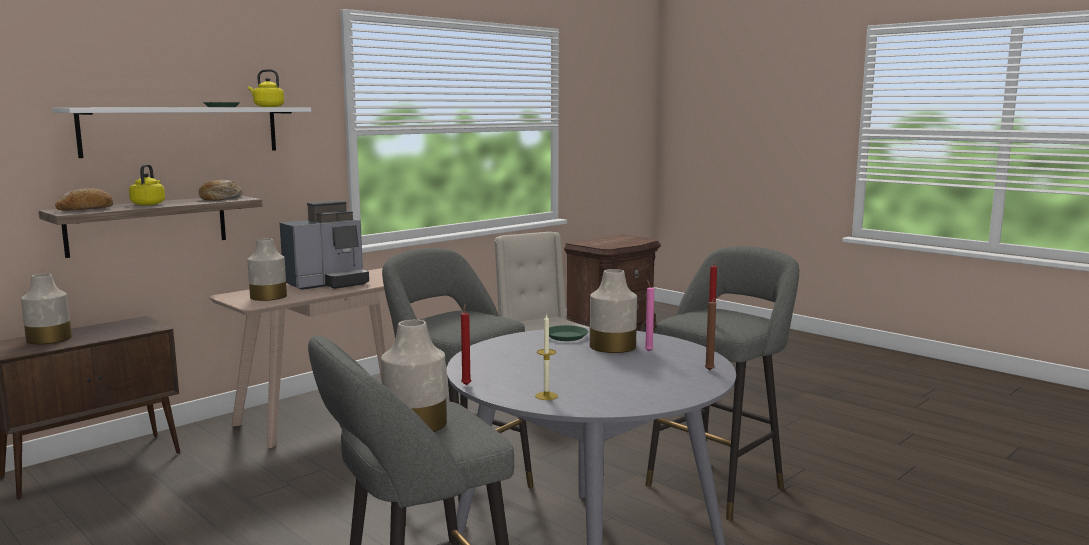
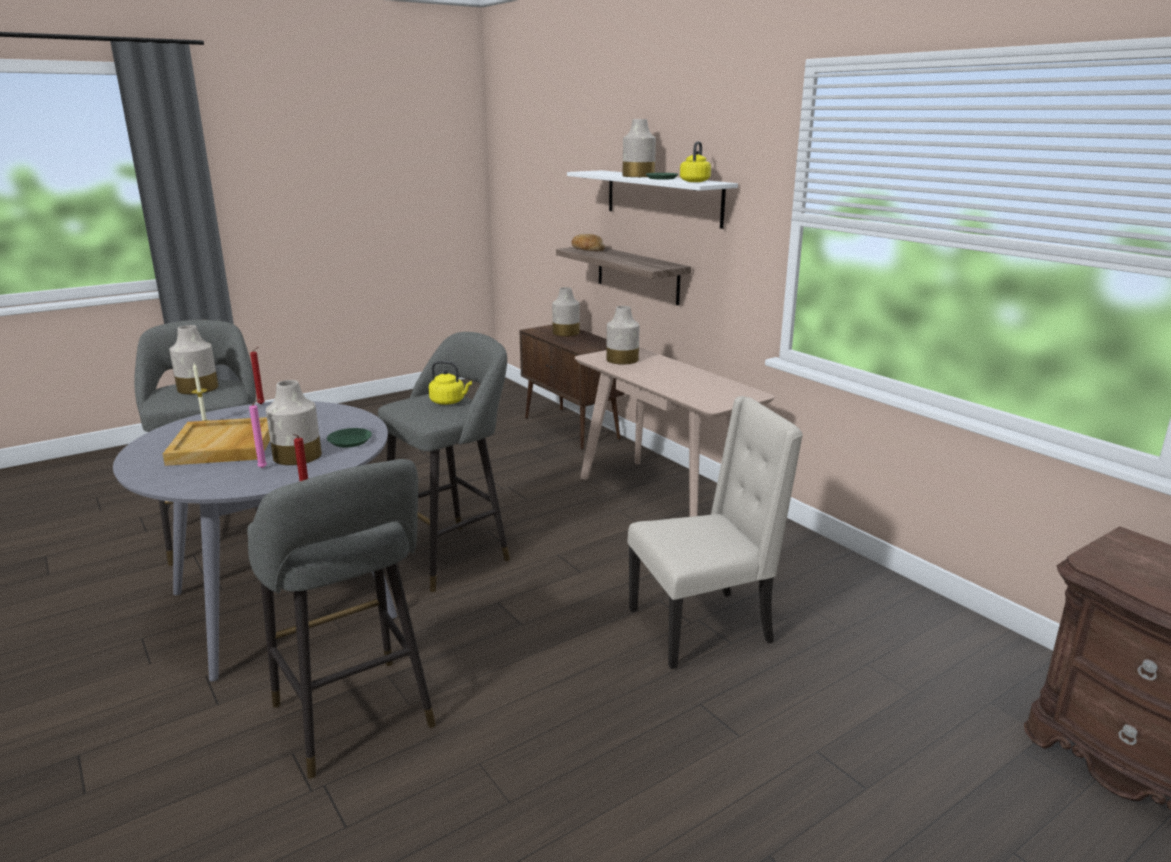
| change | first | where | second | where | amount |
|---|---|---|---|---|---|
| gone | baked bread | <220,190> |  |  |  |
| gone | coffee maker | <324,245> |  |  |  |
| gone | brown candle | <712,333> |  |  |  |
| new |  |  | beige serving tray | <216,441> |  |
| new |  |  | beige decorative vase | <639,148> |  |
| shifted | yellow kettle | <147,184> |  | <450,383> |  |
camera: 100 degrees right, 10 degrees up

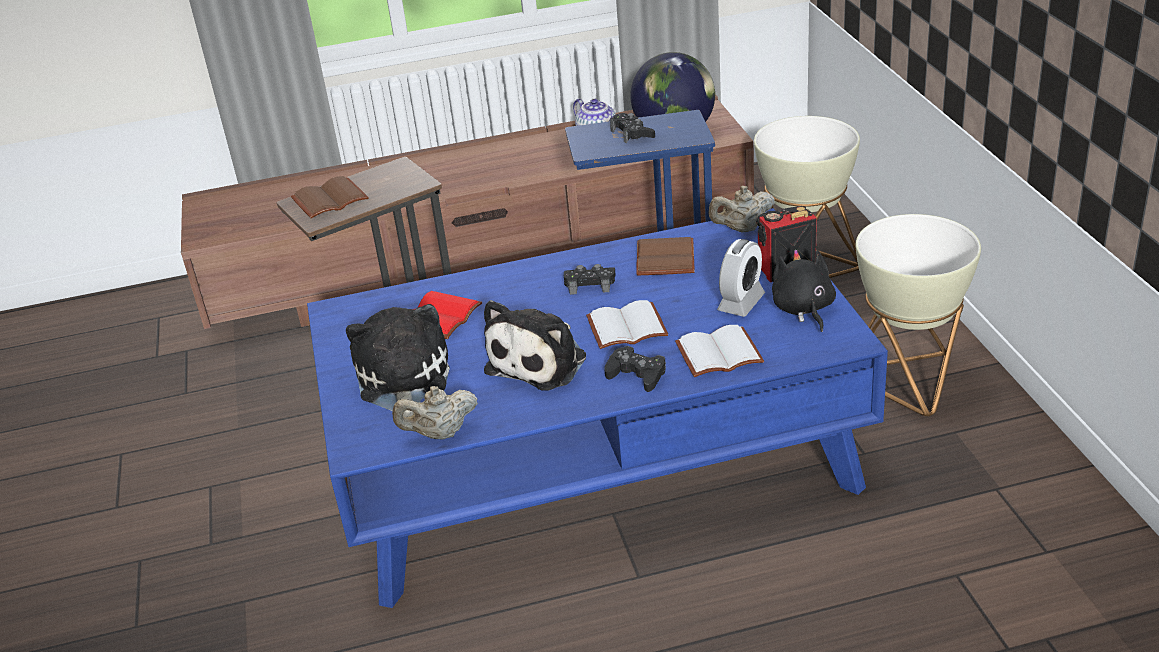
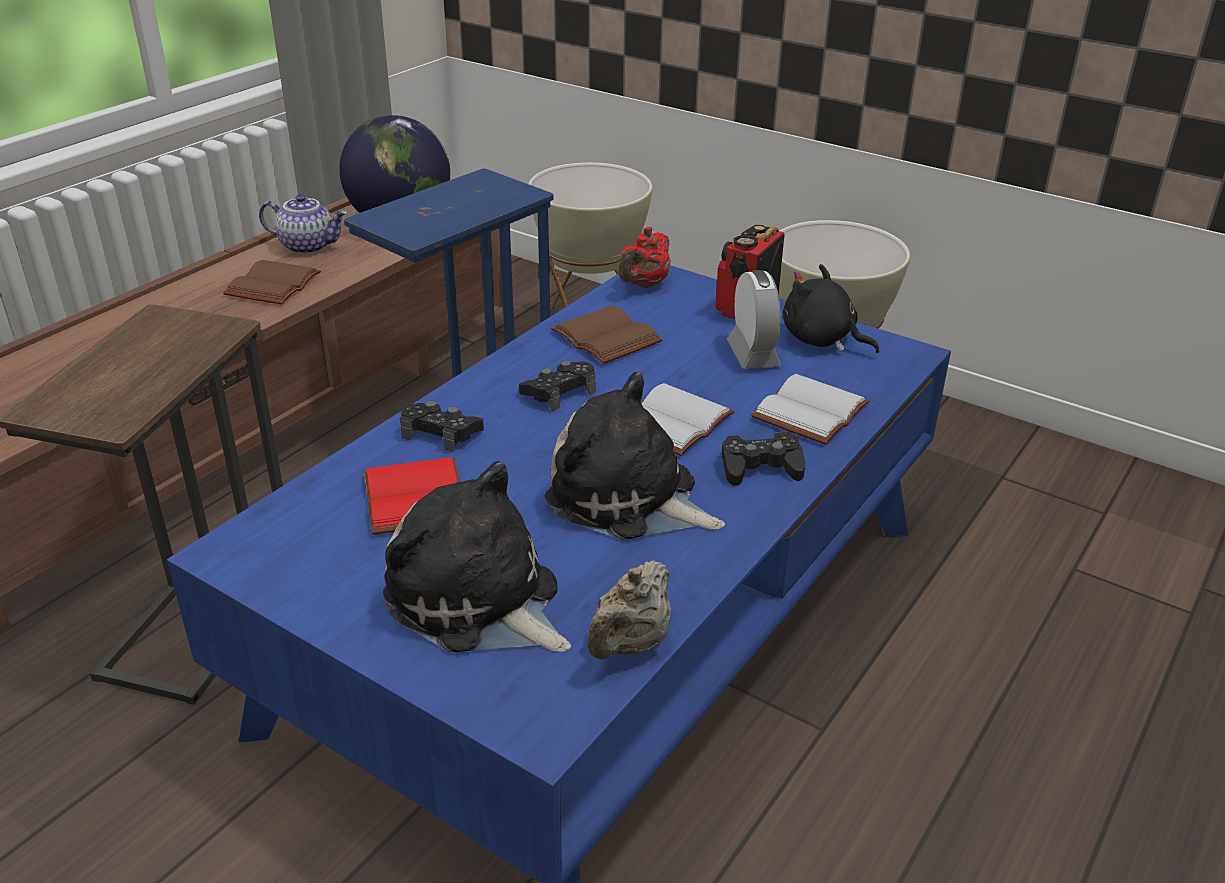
| change | first | where | second | where | amount |
|---|---|---|---|---|---|
| shifted | brown volume | <330,197> |  | <272,282> |  |
| shifted | black gamepad | <632,128> |  | <442,426> |  |
| repainted | beige pot for tea | <741,209> | reddish pot for tea | <644,257> |  |
| rotated | soft toy | <535,345> |  | <635,456> | 135 degrees clockwise |
camera: 45 degrees left, 0 degrees up

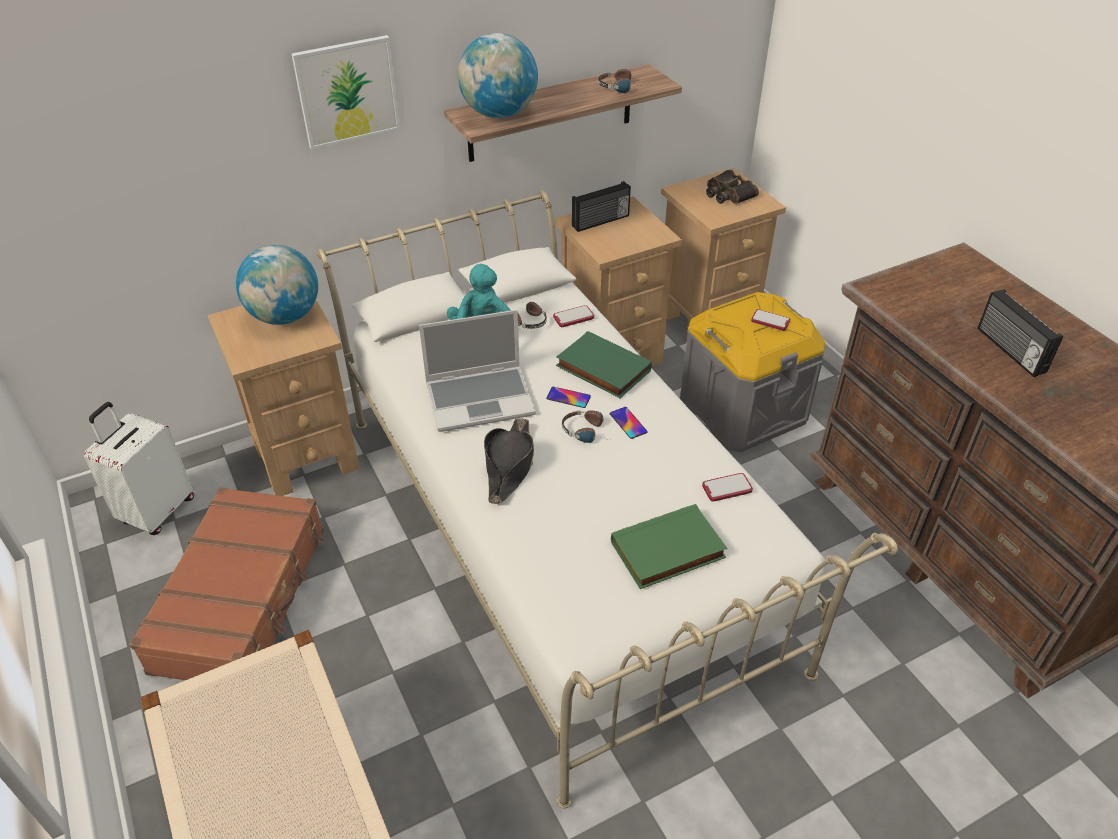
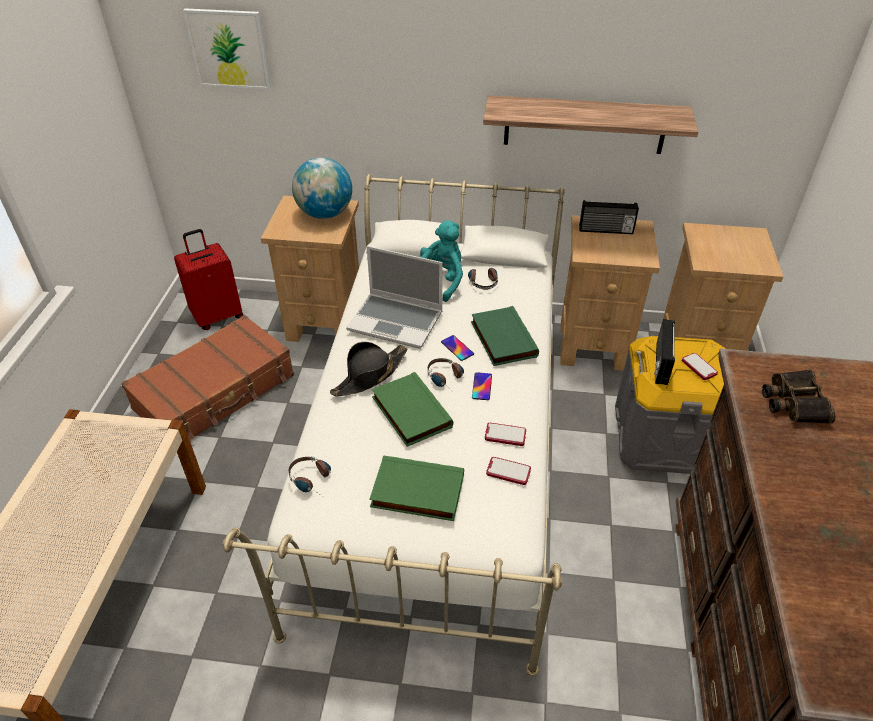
| change | first | where | second | where | amount |
|---|---|---|---|---|---|
| gone | globe | <498,75> |  |  |  |
| new |  |  | greenish volume | <412,409> |  |
| shifted | picture | <346,92> |  | <227,48> |  |
| shifted | handset | <573,316> |  | <505,434> |  |
| shifted | headphones | <621,81> |  | <310,477> |  |
| shifted | pair of binoculars | <732,187> |  | <799,396> |  |
| shifted | radio | <1020,333> |  | <664,352> |  |
| repainted | whitish piece of luggage | <139,468> | reddish piece of luggage | <208,279> |  |
camera: 35 degrees right, 0 degrees up

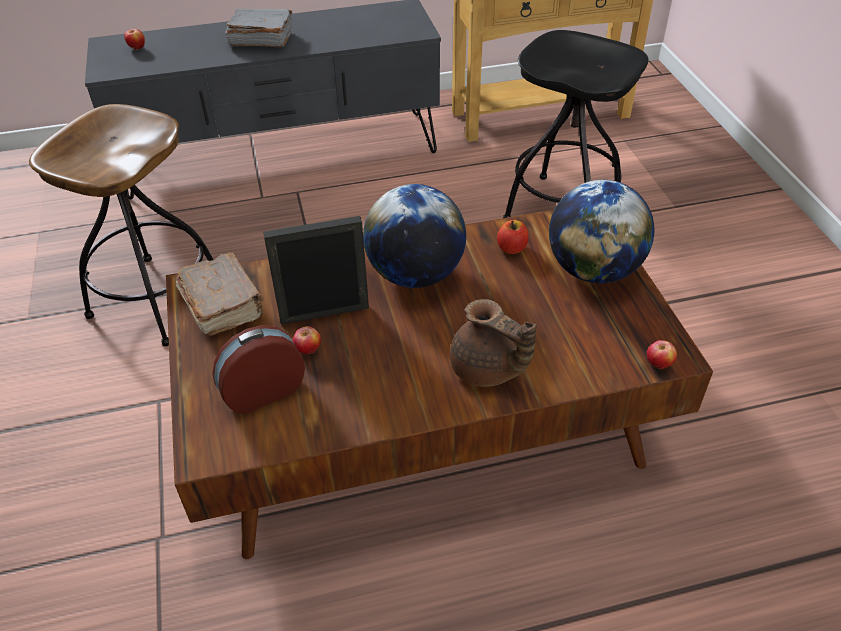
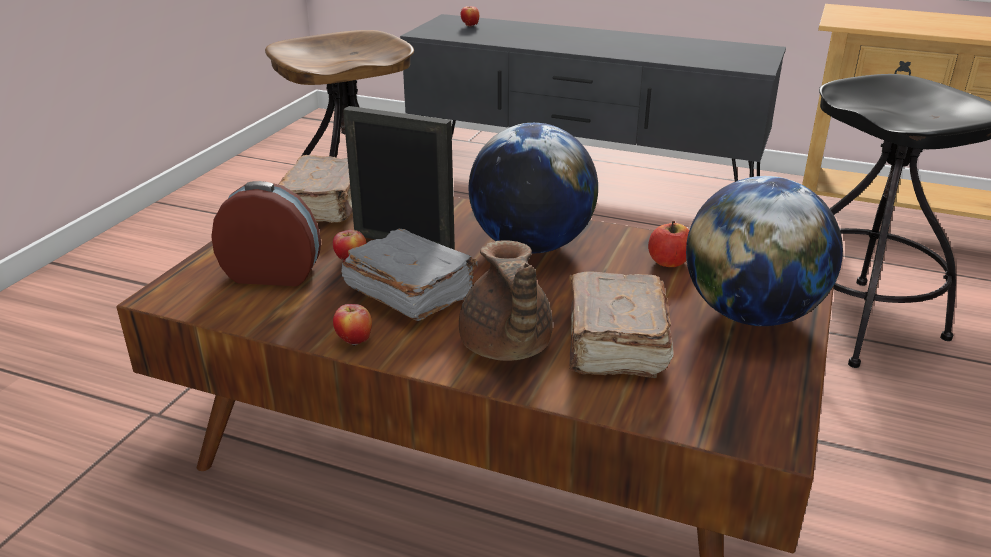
| change | first | where | second | where | amount |
|---|---|---|---|---|---|
| new |  |  | brown volume | <621,324> |  |
| shifted | gray volume | <259,27> |  | <409,274> |  |
| shifted | apple | <662,354> |  | <352,325> |  |
camera: 35 degrees right, 15 degrees down

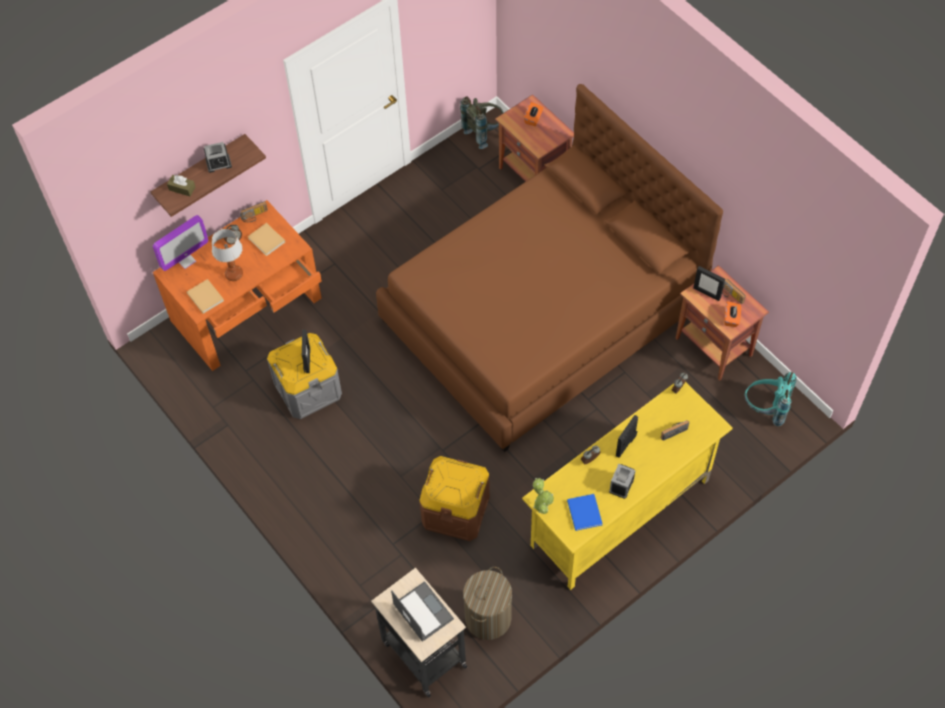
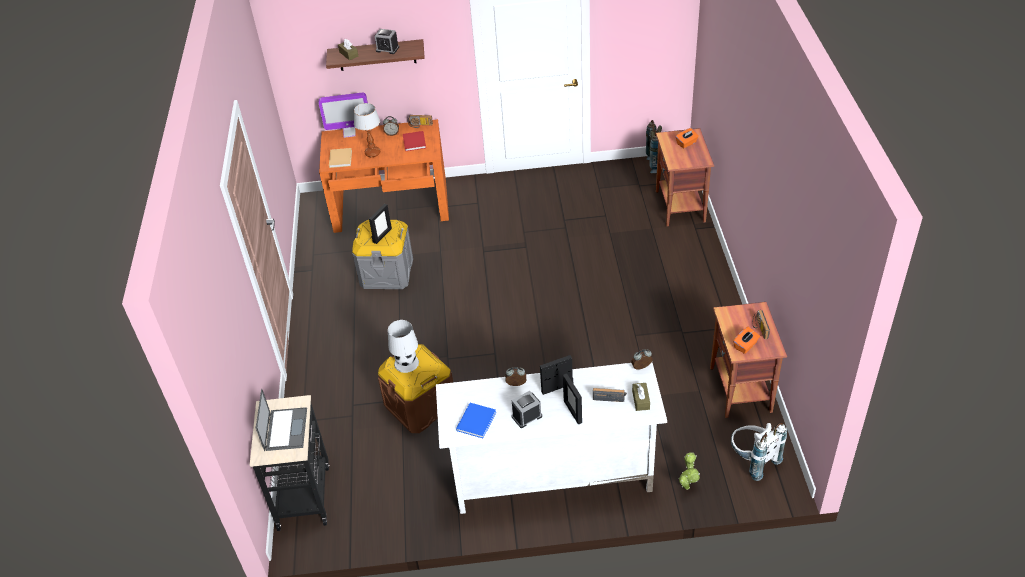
| change | first | where | second | where | amount |
|---|---|---|---|---|---|
| gone | brown bed | <549,268> |  |  |  |
| gone | laundry basket | <487,603> |  |  |  |
| new |  |  | whitish table lamp | <403,346> |  |
| new |  |  | brown tissue holder | <641,397> |  |
| shifted | houseplant | <543,496> |  | <689,471> |  |
| shifted | photo frame | <709,283> |  | <572,399> |  |
| repainted | beige volume | <266,239> | reddish volume | <414,141> |  |
| repainted | yellow chest of drawers | <627,486> | whitish chest of drawers | <551,438> |  |
| repainted | turquoise-coloured knapsack | <770,399> | whitish knapsack | <759,452> |  |
camera: 35 degrees right, 15 degrees down

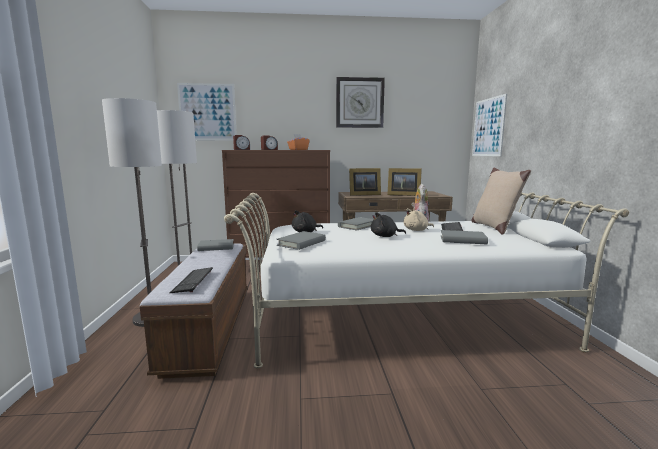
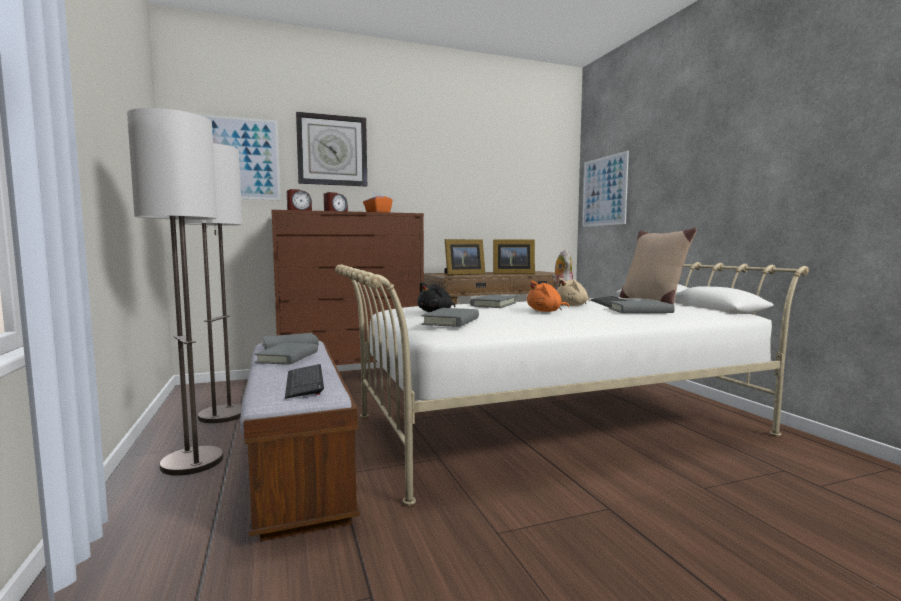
| change | first | where | second | where | amount |
|---|---|---|---|---|---|
| new |  |  | gray volume | <286,354> |  |
| shifted | clock on the wall | <360,102> |  | <331,149> |  |
| repainted | black soft toy | <388,224> | orange-coloured soft toy | <548,296> |  |
camera: 15 degrees left, 5 degrees down

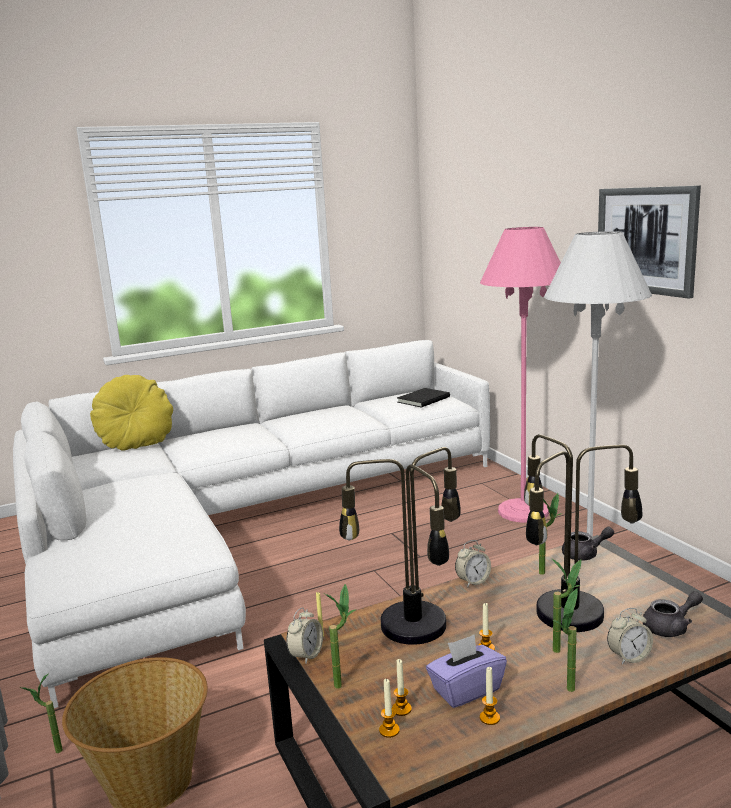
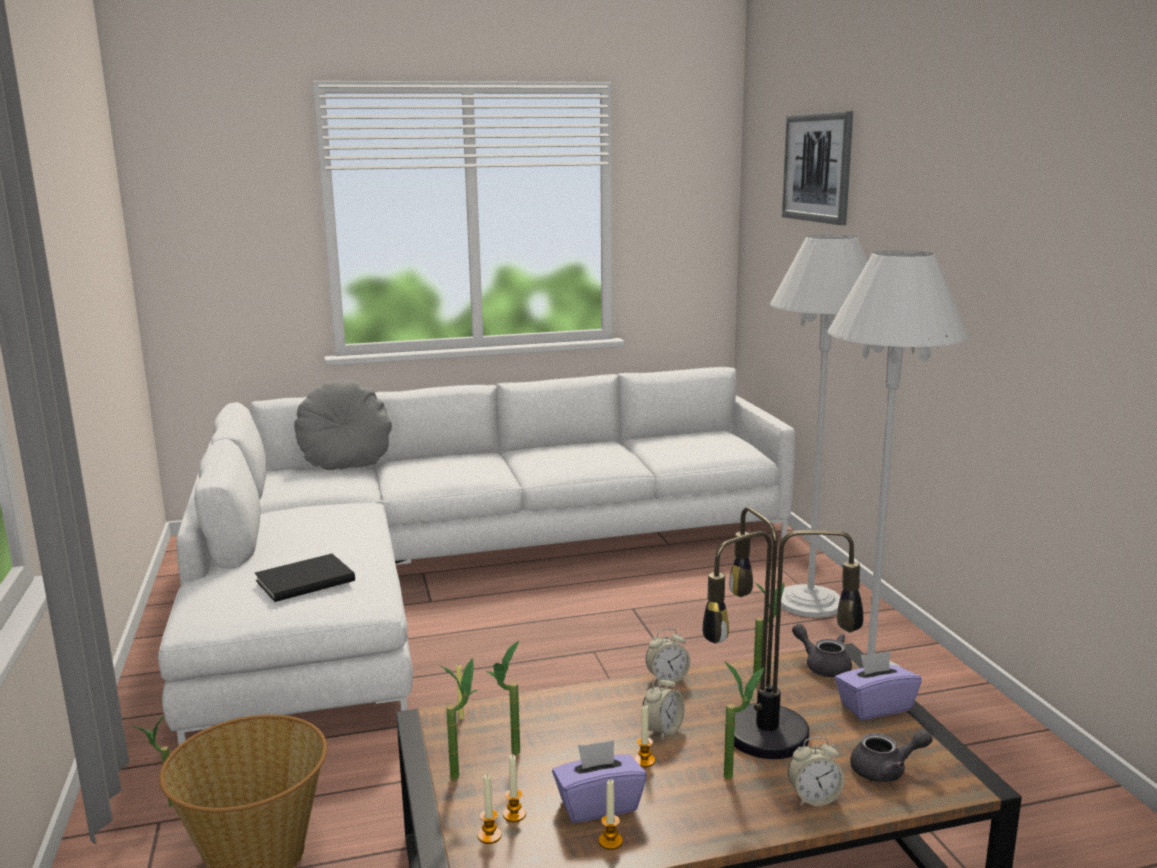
| change | first | where | second | where | amount |
|---|---|---|---|---|---|
| gone | table lamp | <400,546> |  |  |  |
| new |  |  | purple tissue holder | <878,685> |  |
| shifted | bedside clock | <304,635> |  | <663,707> |  |
| shifted | black volume | <423,398> |  | <305,578> |  |
| shifted | houseplant | <565,640> |  | <503,698> |  |
| shifted | picture | <649,242> |  | <817,168> |  |
| repainted | yellow pillow | <131,413> | gray pillow | <343,425> |  |
| repainted | pink standard lamp | <520,375> | whitish standard lamp | <819,426> |  |
| rotated | gray pot for tea | <588,544> |  | <822,651> | 135 degrees counterclockwise |
camera: 10 degrees right, 0 degrees up

